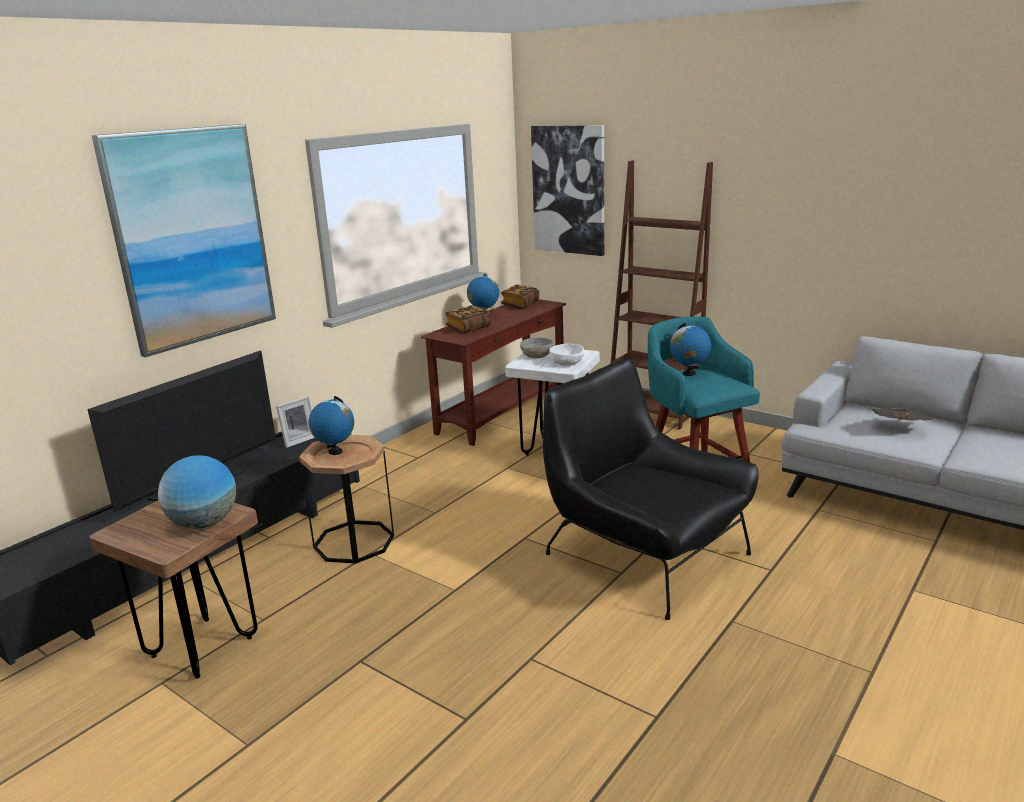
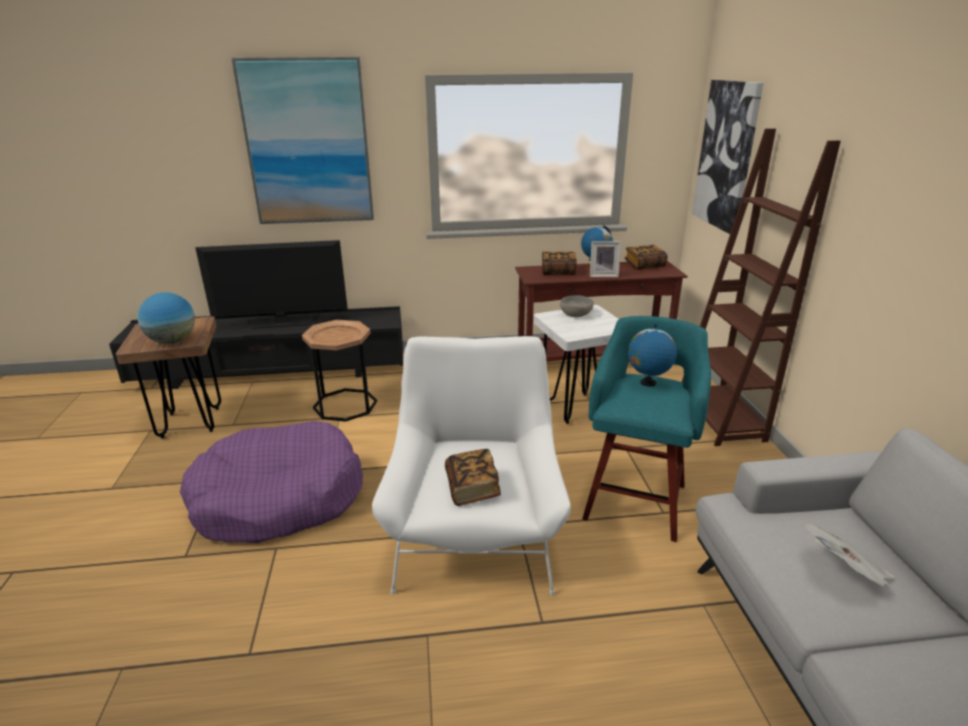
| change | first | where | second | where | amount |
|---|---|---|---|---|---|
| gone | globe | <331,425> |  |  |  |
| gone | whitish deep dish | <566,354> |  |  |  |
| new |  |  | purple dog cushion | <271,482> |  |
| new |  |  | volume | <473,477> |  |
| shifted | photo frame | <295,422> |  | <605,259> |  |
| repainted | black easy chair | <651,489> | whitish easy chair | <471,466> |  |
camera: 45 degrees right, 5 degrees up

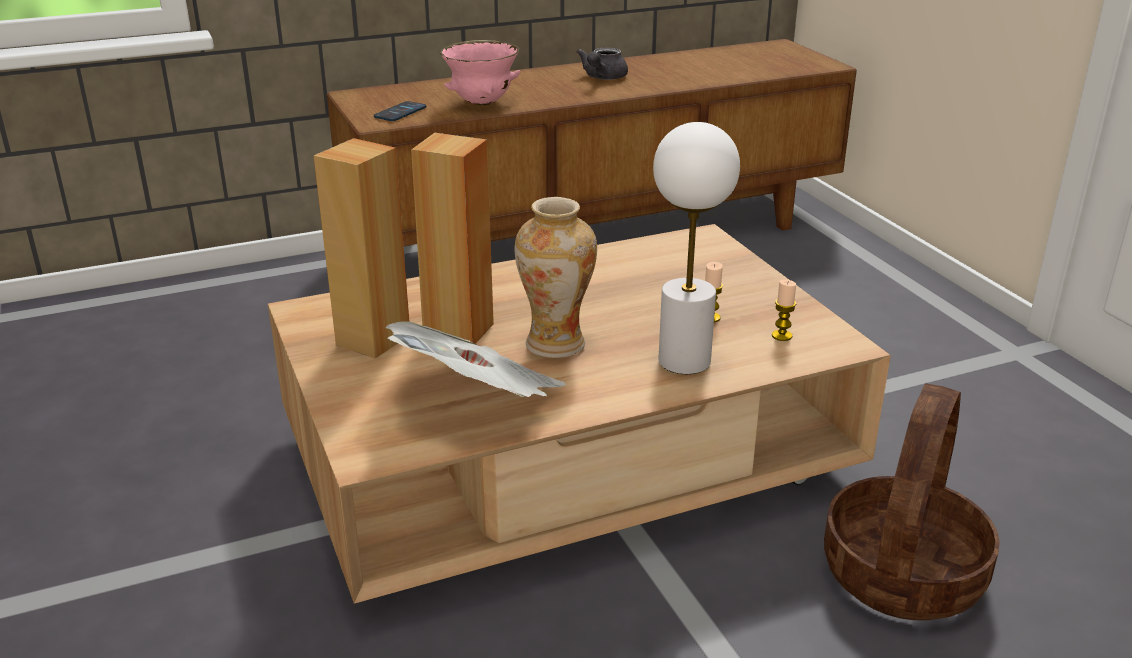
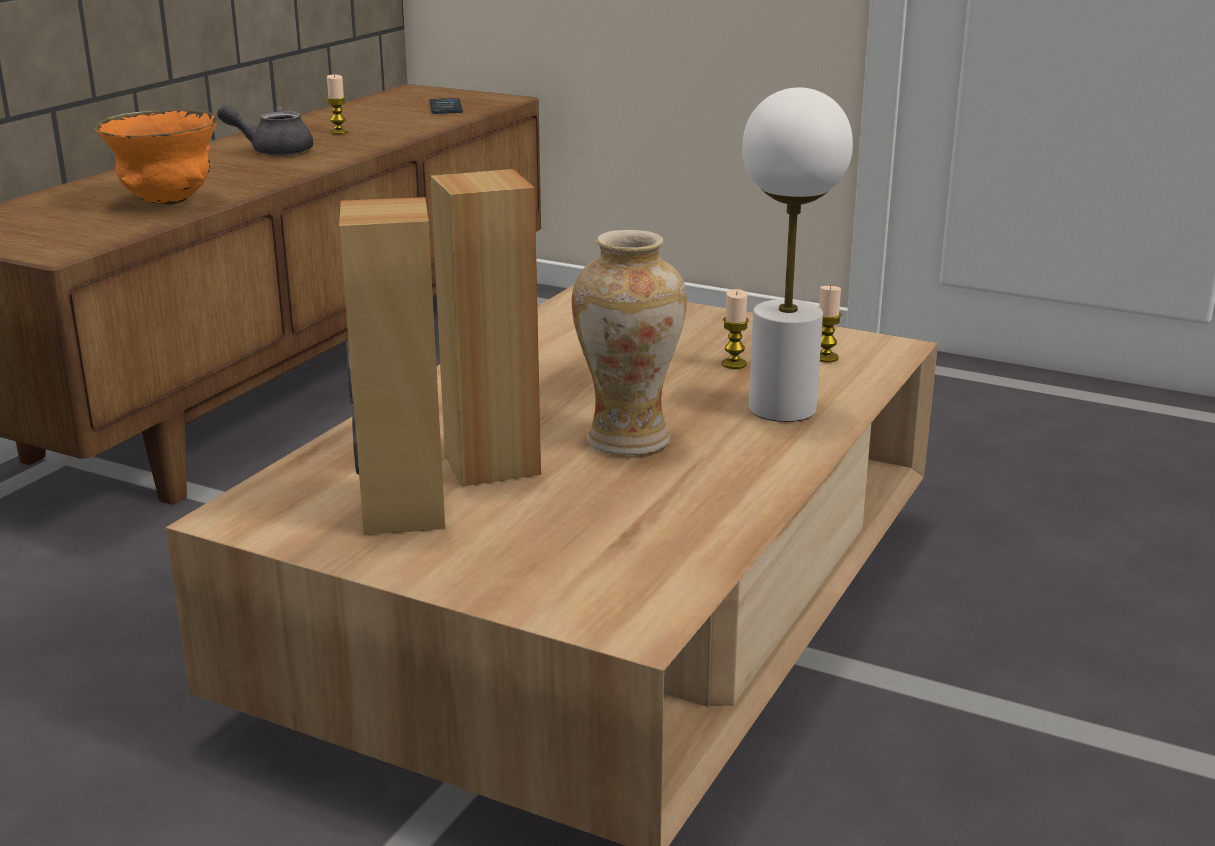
| change | first | where | second | where | amount |
|---|---|---|---|---|---|
| gone | printed paper | <476,359> |  |  |  |
| gone | basket | <912,502> |  |  |  |
| new |  |  | candle | <337,105> |  |
| shifted | handset | <400,111> |  | <446,106> |  |
| repainted | pink deep dish | <480,72> | orange-coloured deep dish | <157,157> |  |
| rotated | gray pot for tea | <602,63> |  | <265,130> | 105 degrees clockwise |
camera: 40 degrees left, 5 degrees down

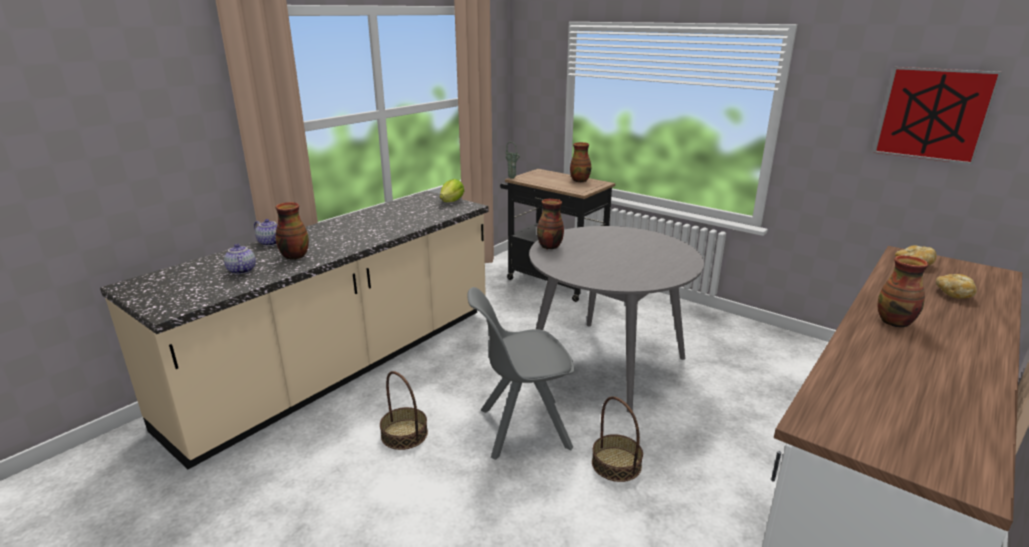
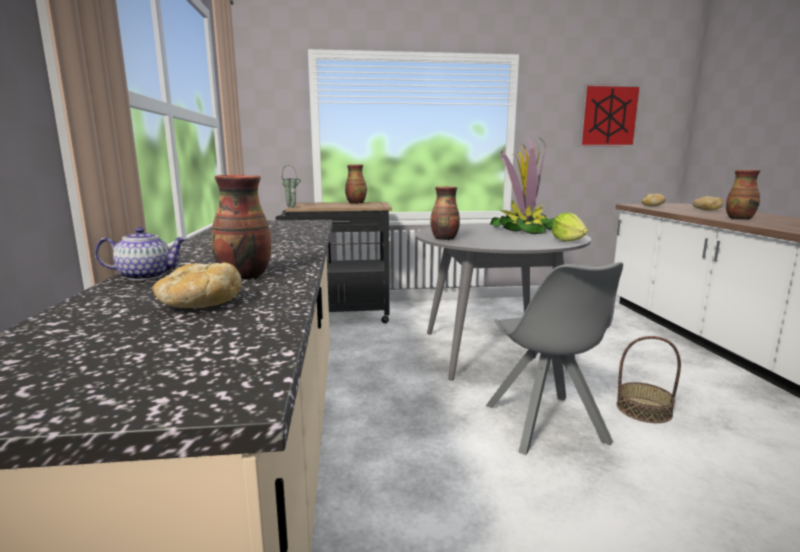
| change | first | where | second | where | amount |
|---|---|---|---|---|---|
| gone | basket | <404,410> |  |  |  |
| new |  |  | houseplant | <522,185> |  |
| shifted | lettuce head | <452,190> |  | <570,226> |  |
| swapped | pot for tea | <240,259> | baked bread | <197,285> |  |
| rotated | gray plain chair | <521,373> |  | <554,358> | 45 degrees counterclockwise |
camera: 45 degrees left, 10 degrees down

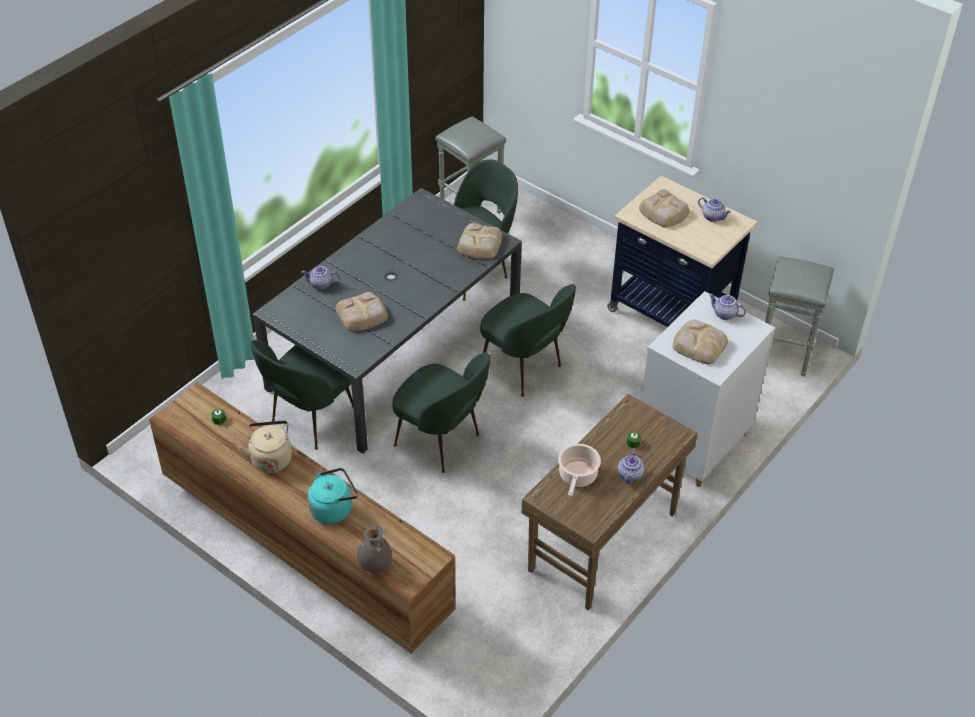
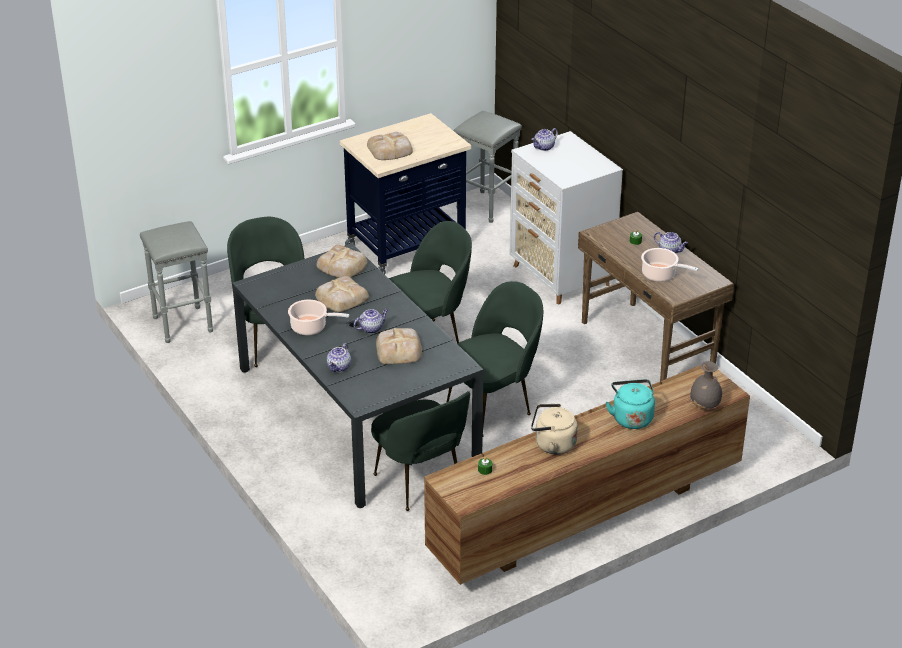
| change | first | where | second | where | amount |
|---|---|---|---|---|---|
| new |  |  | cooking pot | <318,317> |  |
| shifted | baked bread | <700,342> |  | <342,294> |  |
| shifted | pot for tea | <714,209> |  | <371,321> |  |
camera: 70 degrees left, 10 degrees down

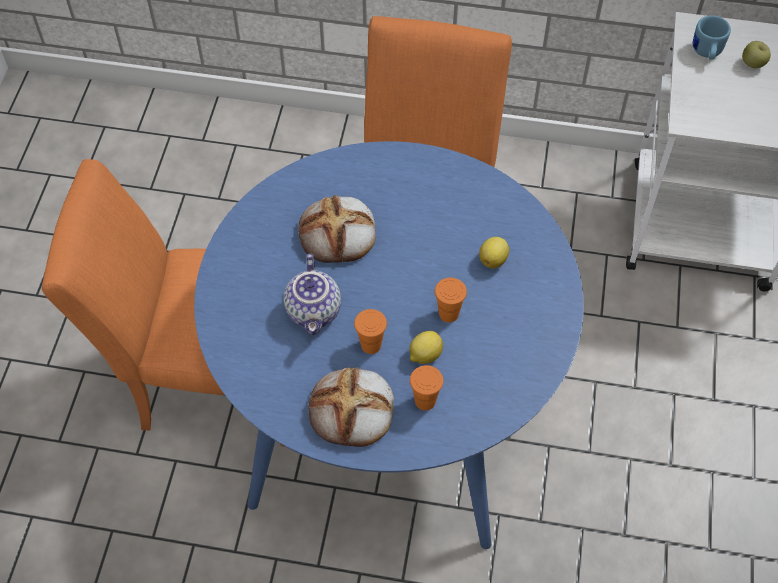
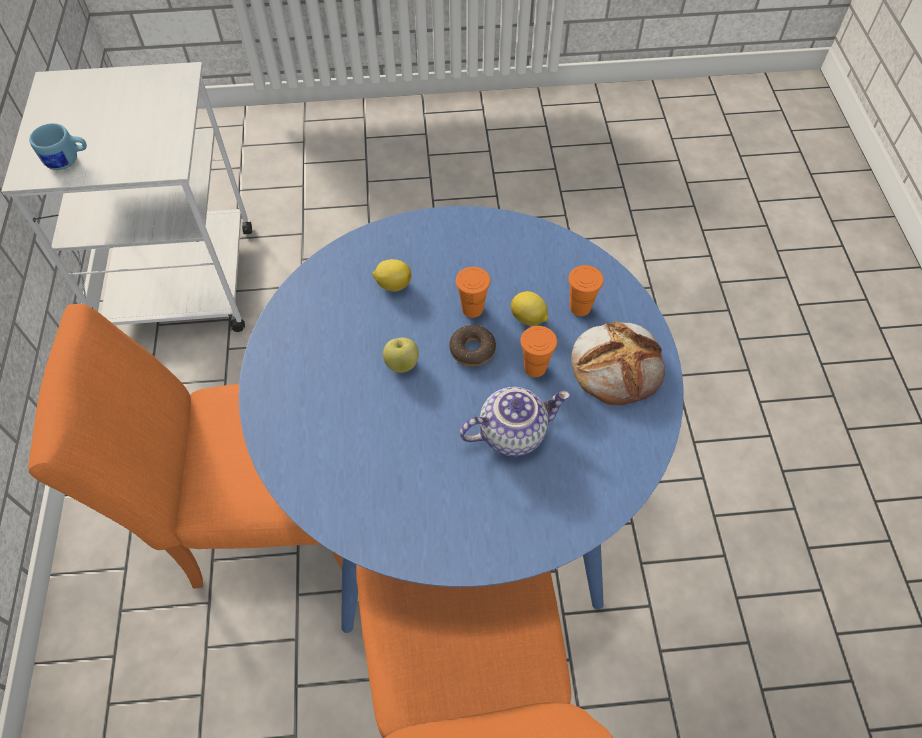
| change | first | where | second | where | amount |
|---|---|---|---|---|---|
| gone | baked bread | <337,229> |  |  |  |
| new |  |  | doughnut | <472,346> |  |
| shifted | apple | <756,54> |  | <401,355> |  |
camera: 105 degrees left, 0 degrees up

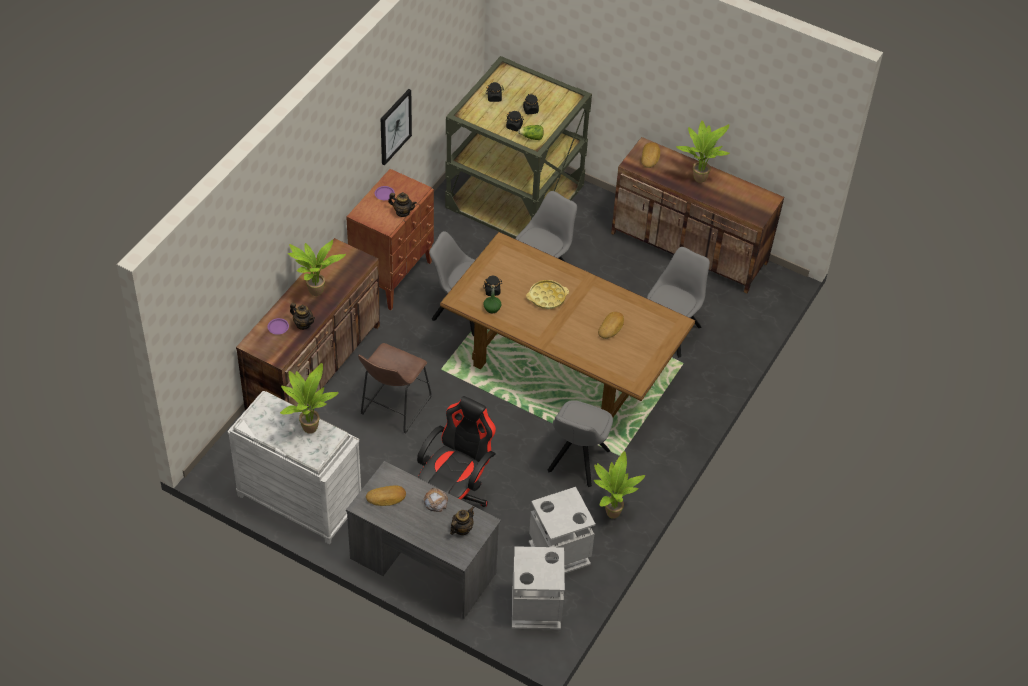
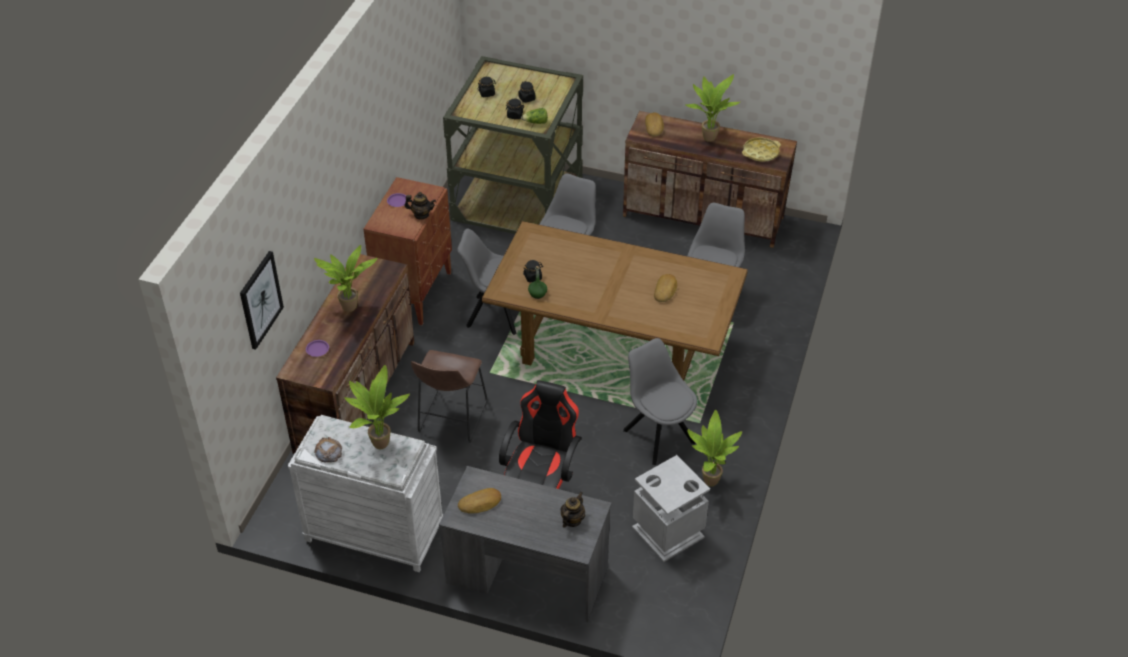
| change | first | where | second | where | amount |
|---|---|---|---|---|---|
| gone | pot for tea | <302,316> |  |  |  |
| gone | gray waste bin | <538,588> |  |  |  |
| shifted | picture | <396,127> |  | <262,300> |  |
| shifted | baked bread | <435,500> |  | <328,449> |  |
| shifted | yellow serving tray | <547,294> |  | <761,149> |  |
| rotated | gray plain chair | <580,443> |  | <660,401> | 135 degrees clockwise |
camera: 10 degrees left, 5 degrees down

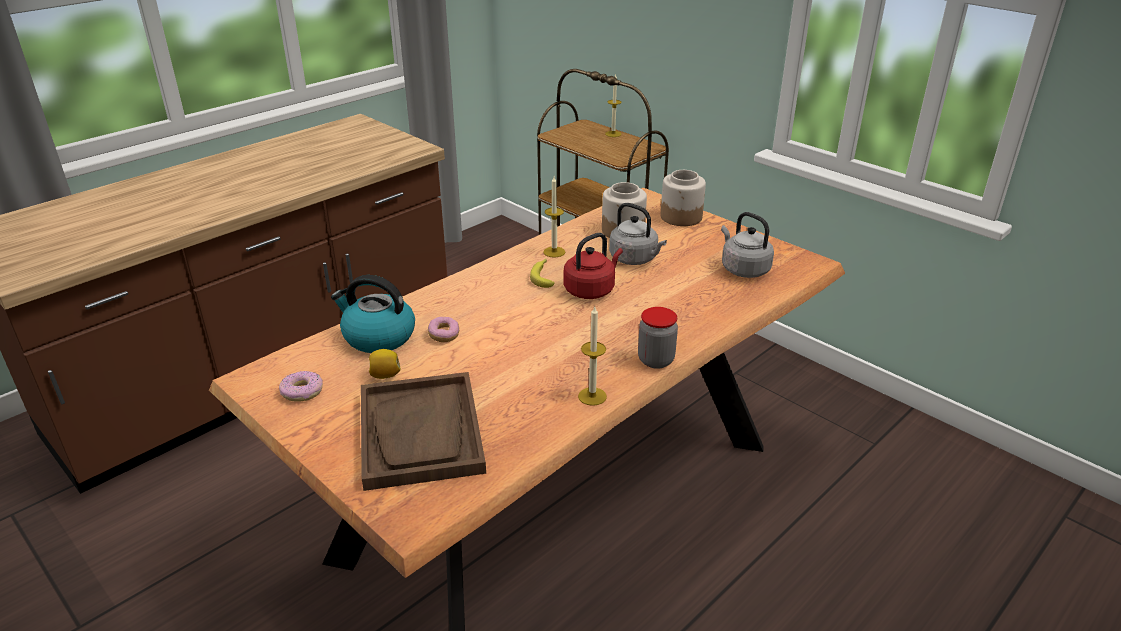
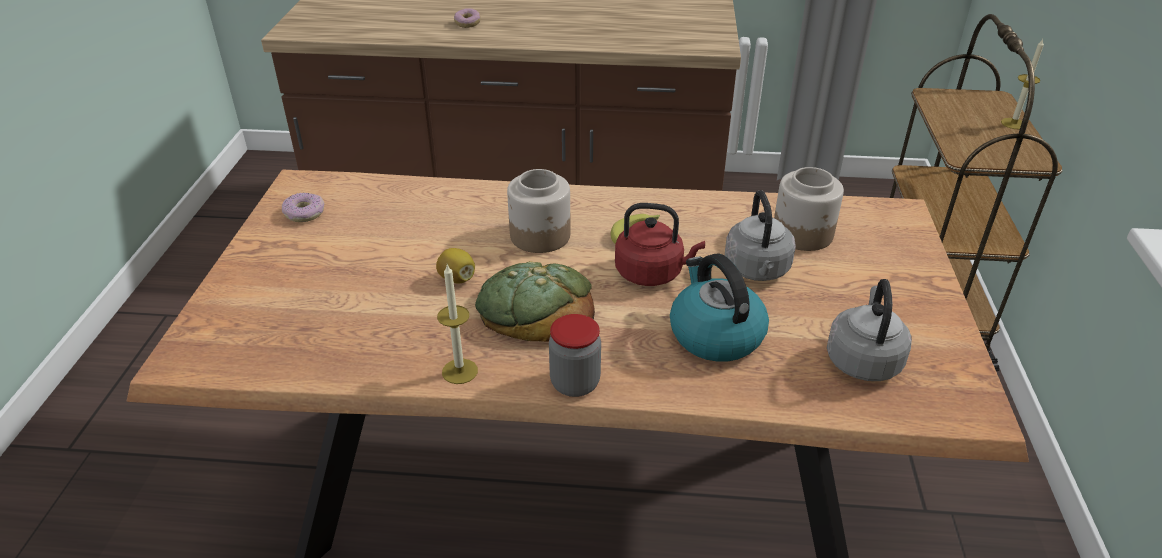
| change | first | where | second | where | amount |
|---|---|---|---|---|---|
| gone | brown serving tray | <423,431> |  |  |  |
| gone | candle | <554,217> |  |  |  |
| new |  |  | baked bread | <535,301> |  |
| shifted | kettle | <373,314> |  | <719,307> |  |
| shifted | lemon | <385,364> |  | <455,265> |  |
| shifted | doughnut | <443,329> |  | <467,18> |  |
| shifted | jar | <683,198> |  | <539,211> |  |
camera: 50 degrees right, 5 degrees up

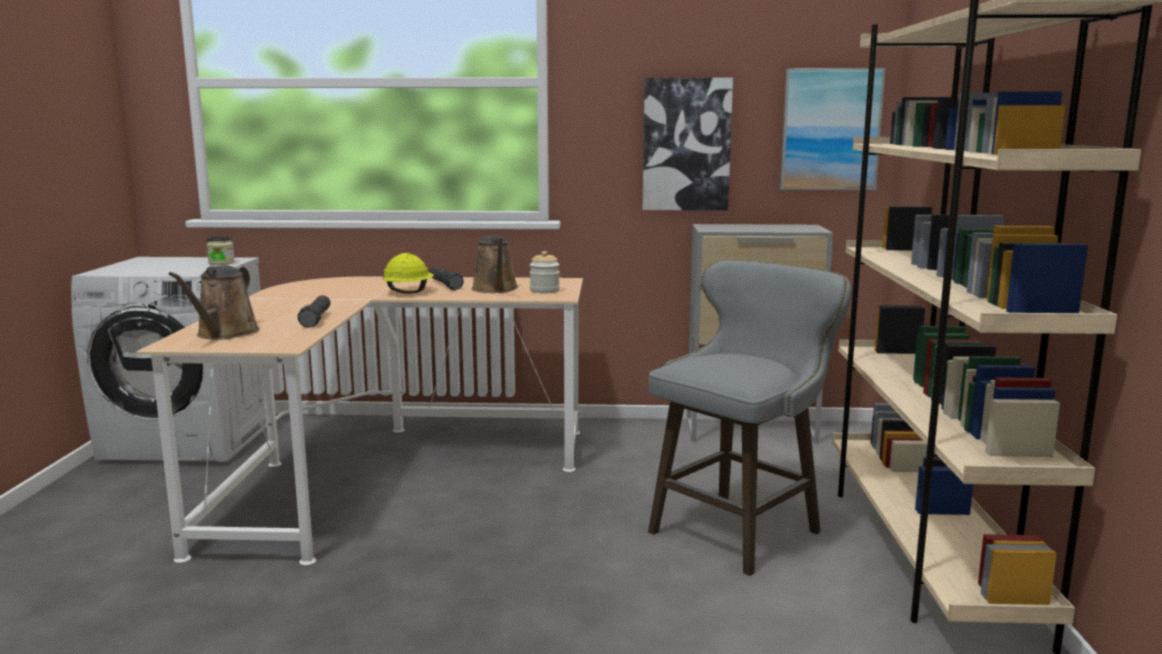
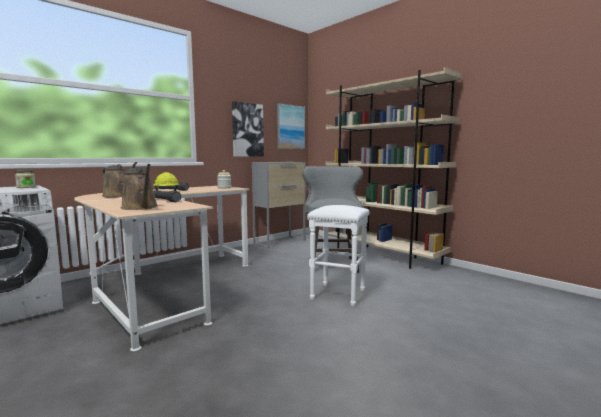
| change | first | where | second | where | amount |
|---|---|---|---|---|---|
| new |  |  | whitish stool seat | <338,256> |  |
| shifted | brown sprinkling can | <495,264> |  | <119,179> |  |
camera: 45 degrees left, 5 degrees down

